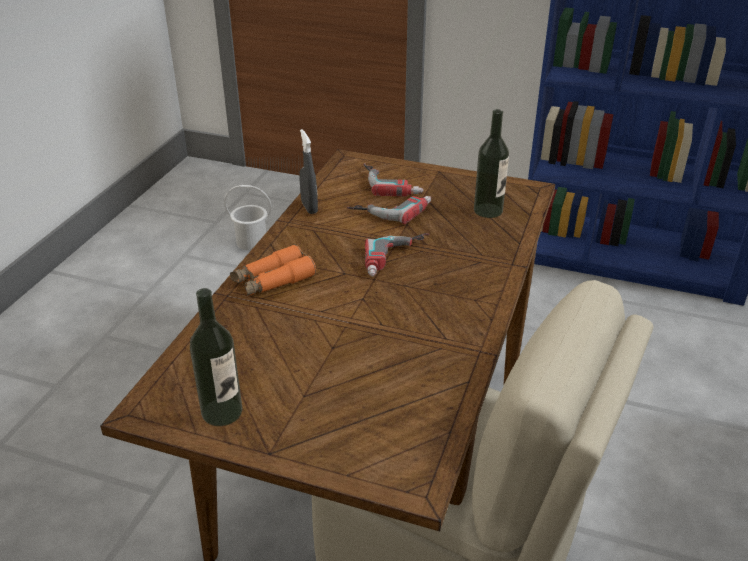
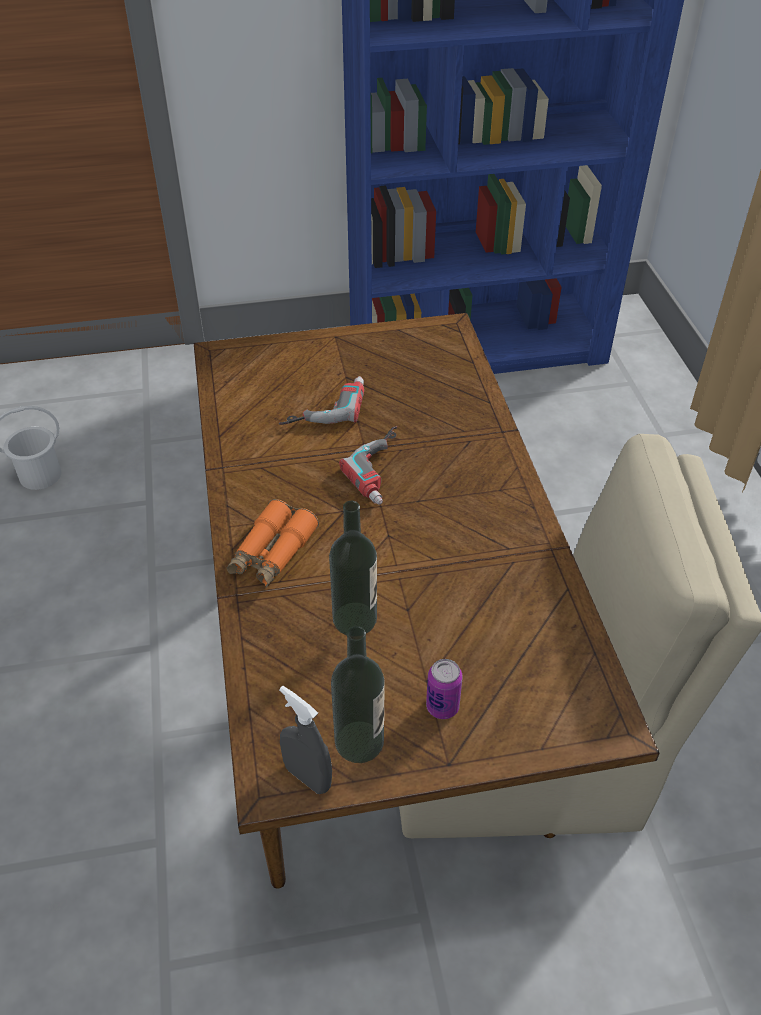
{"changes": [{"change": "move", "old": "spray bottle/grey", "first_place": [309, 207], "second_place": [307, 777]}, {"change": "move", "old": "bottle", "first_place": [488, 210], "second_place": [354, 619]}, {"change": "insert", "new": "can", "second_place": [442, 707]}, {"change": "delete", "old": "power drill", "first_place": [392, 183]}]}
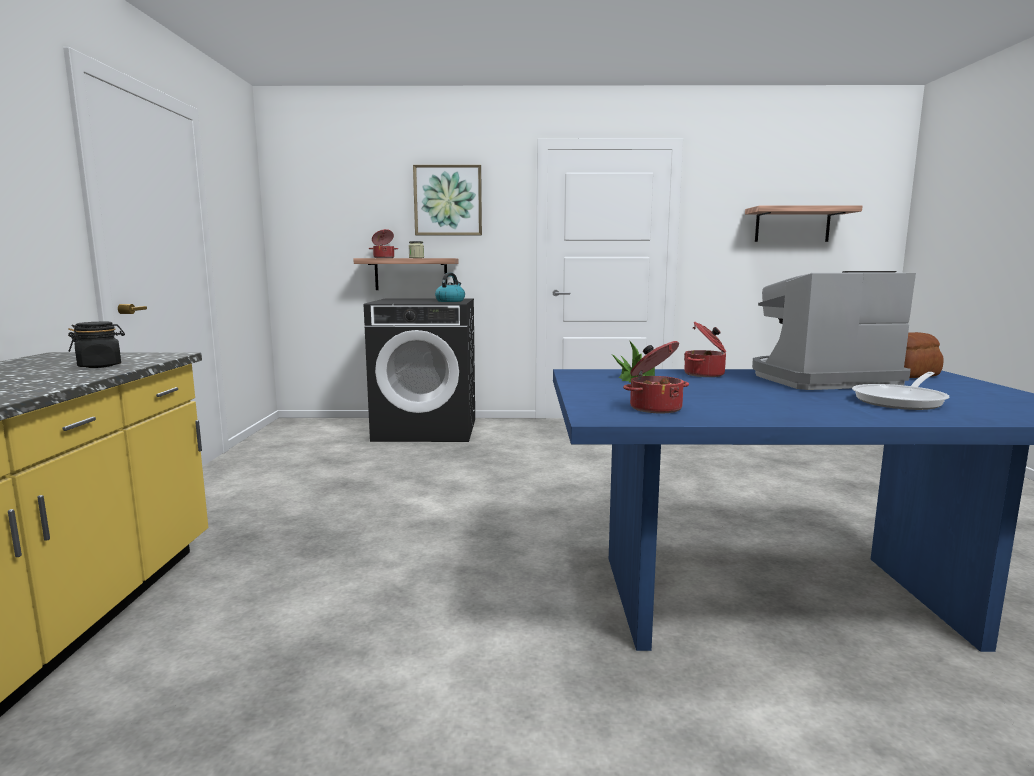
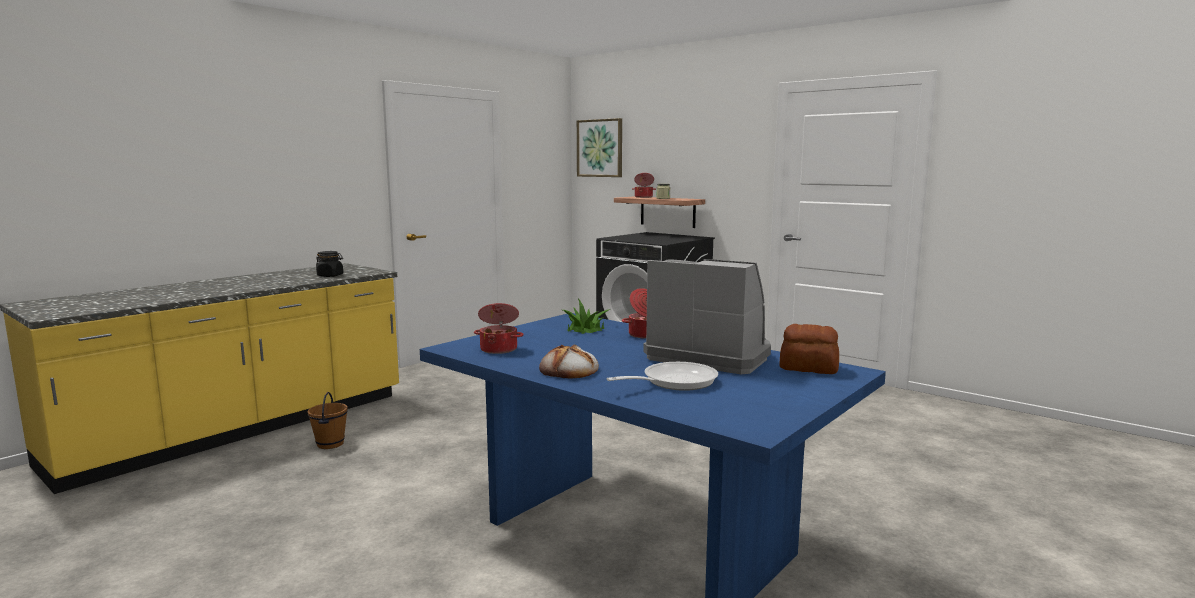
{"changes": [{"change": "insert", "new": "bucket/brown", "second_place": [330, 444]}, {"change": "insert", "new": "bread", "second_place": [569, 371]}, {"change": "move", "old": "picture", "first_place": [448, 200], "second_place": [600, 148]}, {"change": "rotate", "old": "frying pan", "first_place": [902, 401], "second_place": [673, 382], "degrees": 150}, {"change": "delete", "old": "kettle", "first_place": [450, 301]}, {"change": "delete", "old": "shelf", "first_place": [792, 225]}]}
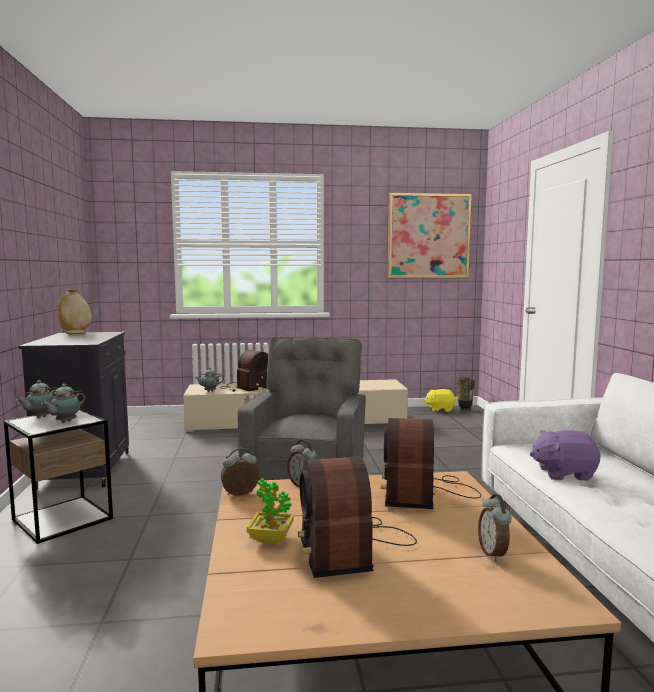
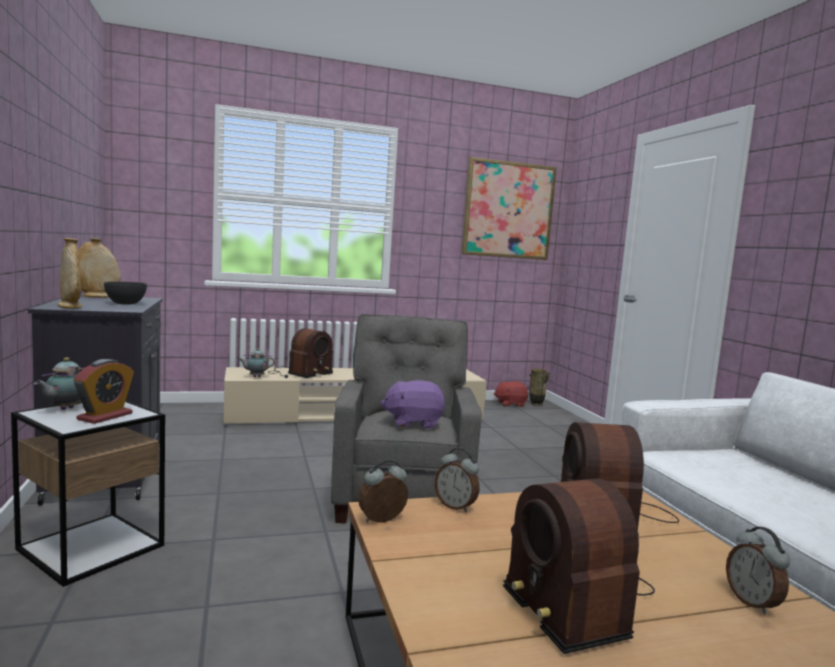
{"changes": [{"change": "insert", "new": "vase/beige", "second_place": [69, 307]}, {"change": "replace", "old": "teapot", "new": "alarm clock", "first_place": [64, 422], "second_place": [105, 416]}, {"change": "insert", "new": "bowl/grey", "second_place": [126, 304]}, {"change": "move", "old": "plush toy/purple", "first_place": [563, 473], "second_place": [413, 423]}, {"change": "recolor", "old": "plush toy/yellow", "new": "plush toy/red", "first_place": [440, 409], "second_place": [510, 404]}, {"change": "delete", "old": "potted plant", "first_place": [271, 539]}]}
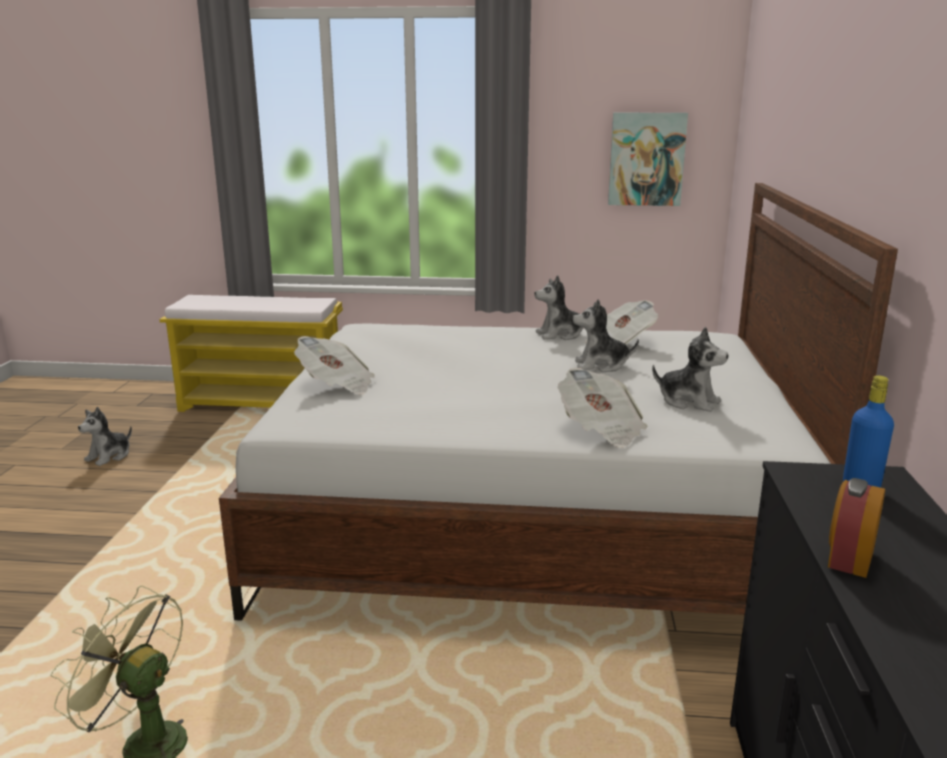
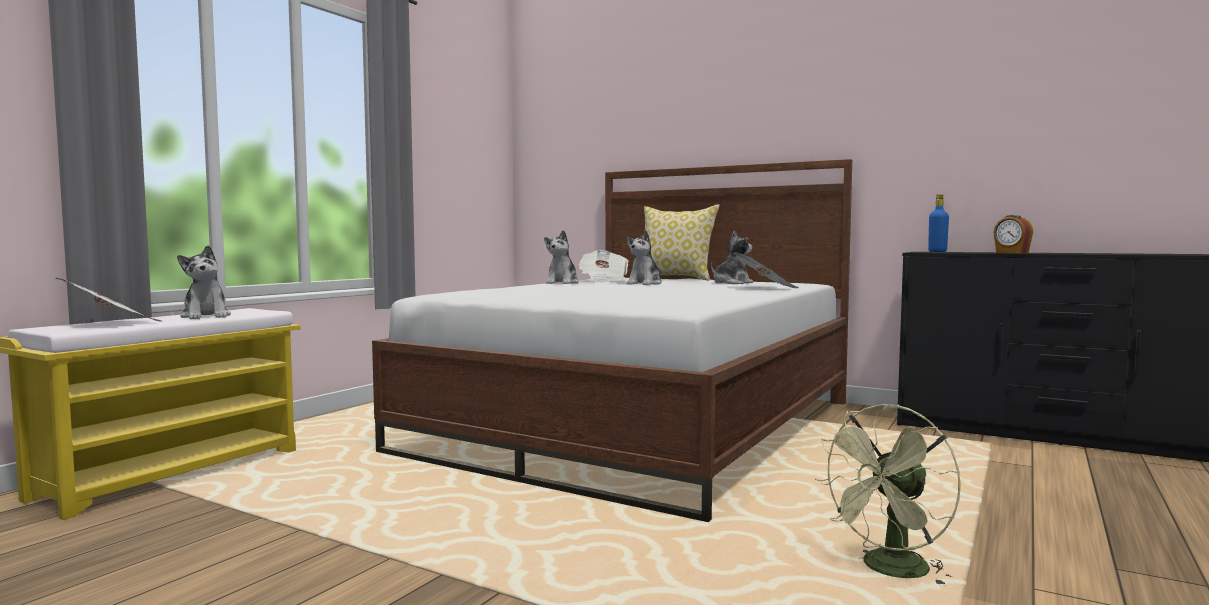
{"changes": [{"change": "move", "old": "newspaper", "first_place": [337, 385], "second_place": [113, 323]}, {"change": "move", "old": "plush toy", "first_place": [109, 456], "second_place": [206, 316]}, {"change": "insert", "new": "pillow", "second_place": [675, 279]}, {"change": "delete", "old": "picture", "first_place": [646, 159]}]}
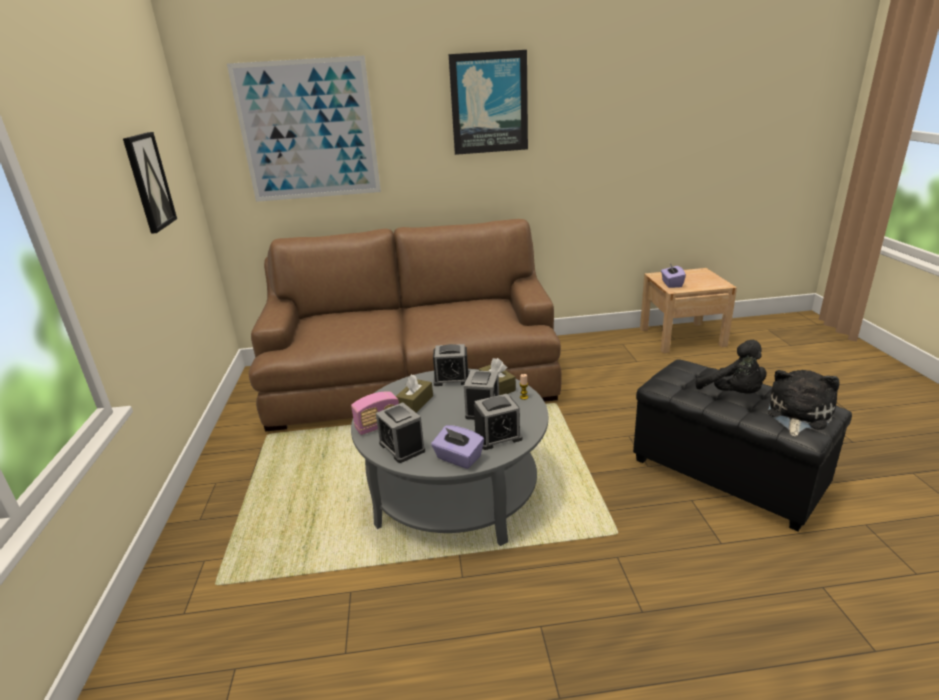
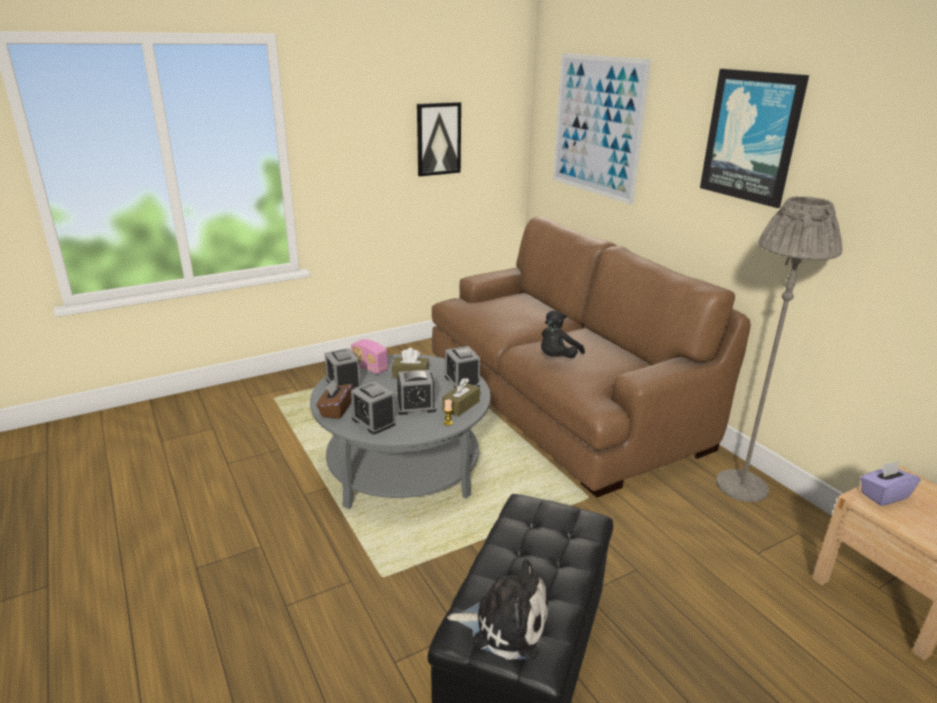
{"changes": [{"change": "recolor", "old": "tissue box/purple", "new": "tissue box/brown", "first_place": [458, 458], "second_place": [336, 410]}, {"change": "rotate", "old": "alarm clock", "first_place": [402, 447], "second_place": [343, 384], "degrees": -60}, {"change": "move", "old": "plush toy/black", "first_place": [734, 394], "second_place": [557, 358]}, {"change": "insert", "new": "floor lamp/grey", "second_place": [741, 486]}]}
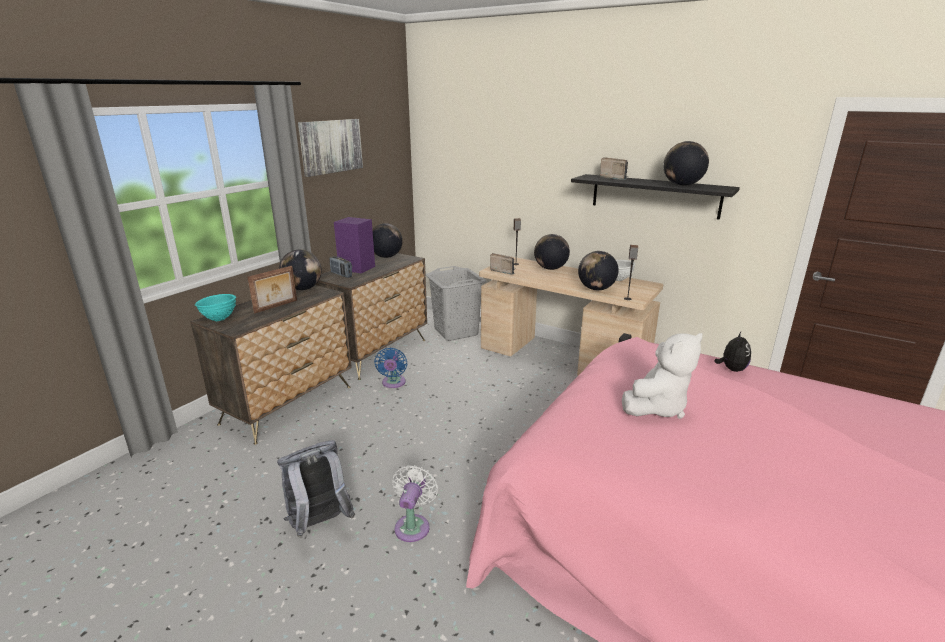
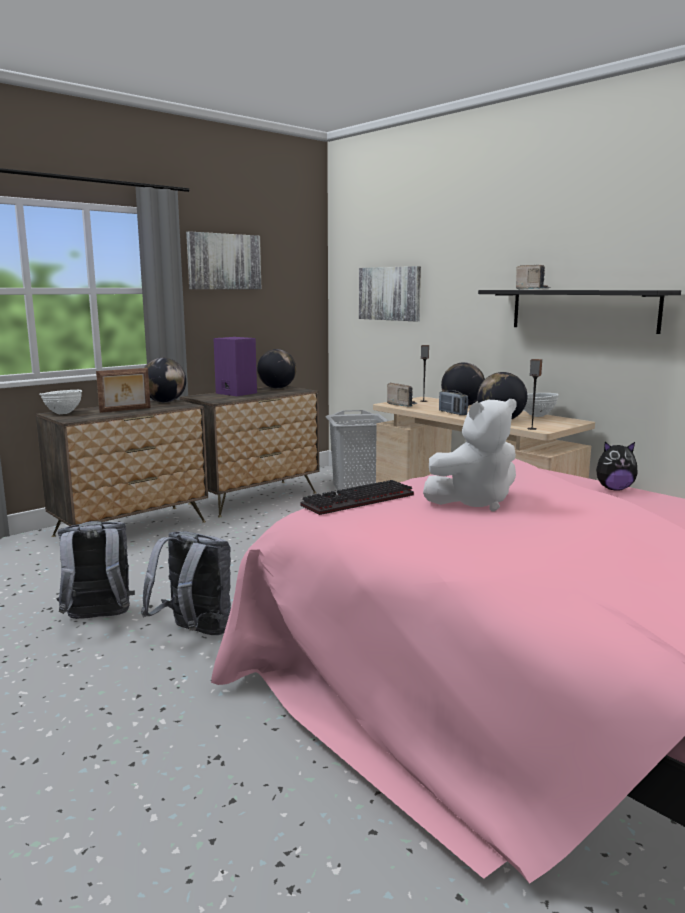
{"changes": [{"change": "recolor", "old": "bowl/turquoise", "new": "bowl/white", "first_place": [219, 319], "second_place": [63, 414]}, {"change": "replace", "old": "fan/white", "new": "backpack/grey", "first_place": [413, 525], "second_place": [194, 633]}, {"change": "insert", "new": "keyboard", "second_place": [358, 501]}, {"change": "insert", "new": "picture", "second_place": [390, 293]}, {"change": "move", "old": "radio", "first_place": [341, 275], "second_place": [452, 413]}, {"change": "rotate", "old": "plush toy", "first_place": [731, 369], "second_place": [614, 489], "degrees": 60}, {"change": "delete", "old": "fan/blue", "first_place": [393, 383]}, {"change": "delete", "old": "globe", "first_place": [682, 185]}]}
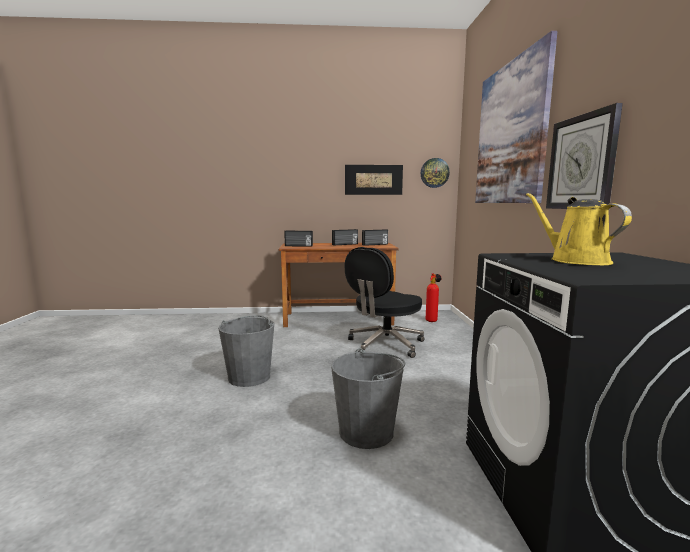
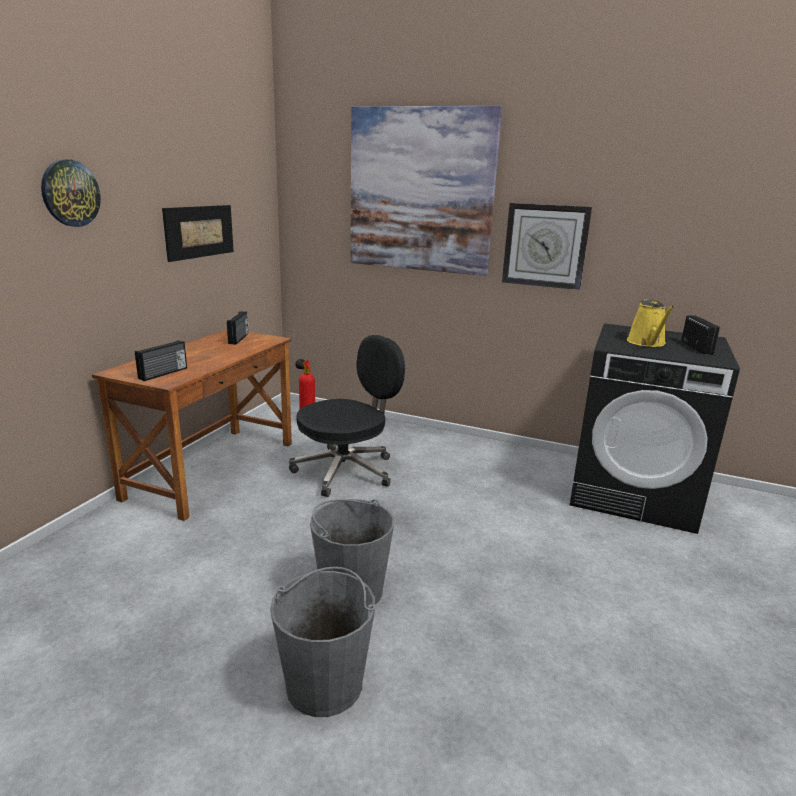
{"changes": [{"change": "move", "old": "wall clock", "first_place": [434, 173], "second_place": [70, 193]}, {"change": "move", "old": "bucket/grey", "first_place": [367, 432], "second_place": [325, 683]}, {"change": "rotate", "old": "office chair/black", "first_place": [384, 345], "second_place": [346, 470], "degrees": -105}, {"change": "rotate", "old": "watering can/yellow", "first_place": [574, 261], "second_place": [647, 343], "degrees": -90}, {"change": "move", "old": "radio", "first_place": [345, 244], "second_place": [697, 347]}]}
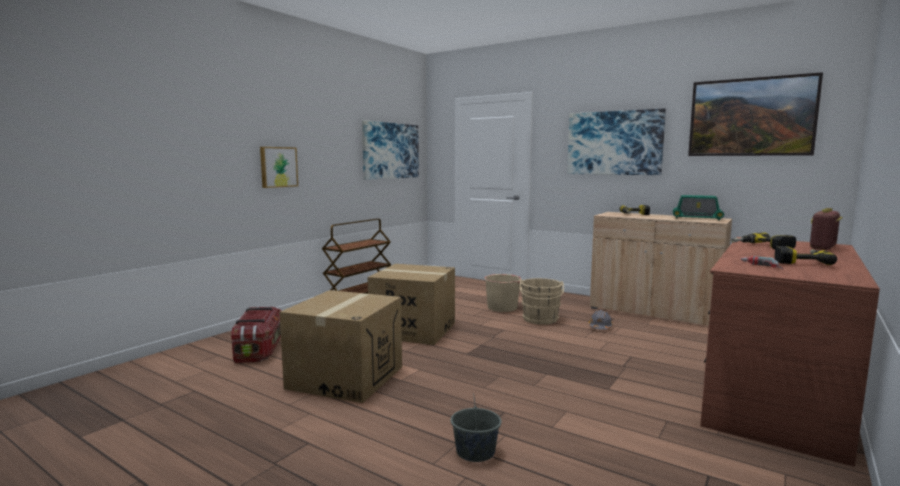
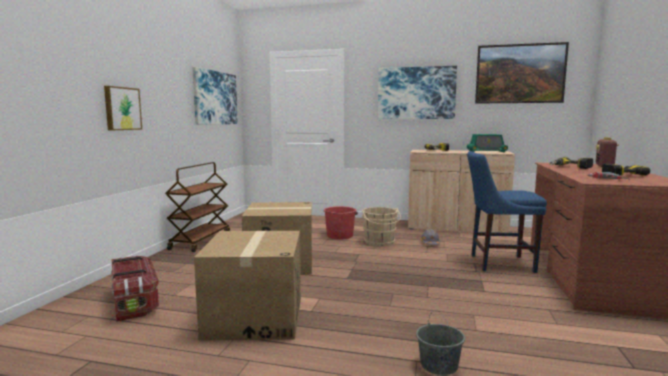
{"changes": [{"change": "recolor", "old": "bucket/beige", "new": "bucket/red", "first_place": [502, 307], "second_place": [340, 235]}, {"change": "insert", "new": "chair/blue", "second_place": [498, 263]}]}
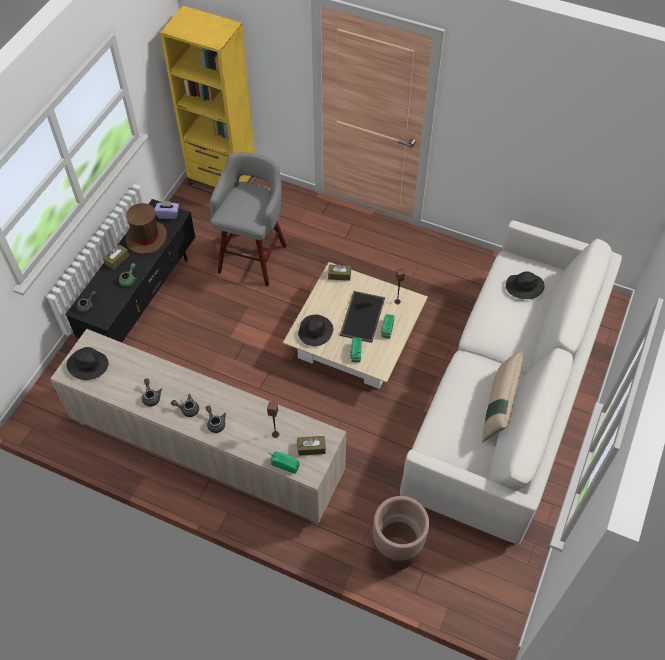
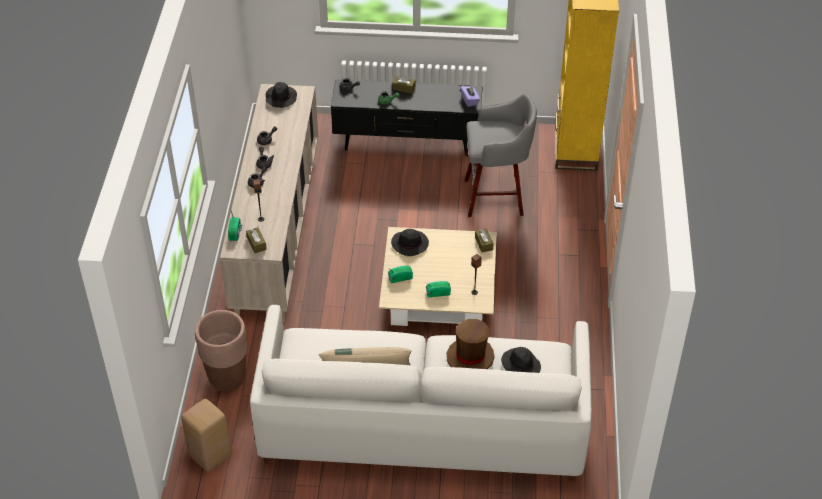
{"changes": [{"change": "insert", "new": "stool/beige", "second_place": [209, 455]}, {"change": "move", "old": "hat/brown", "first_place": [146, 238], "second_place": [470, 357]}, {"change": "delete", "old": "tray", "first_place": [361, 316]}]}
